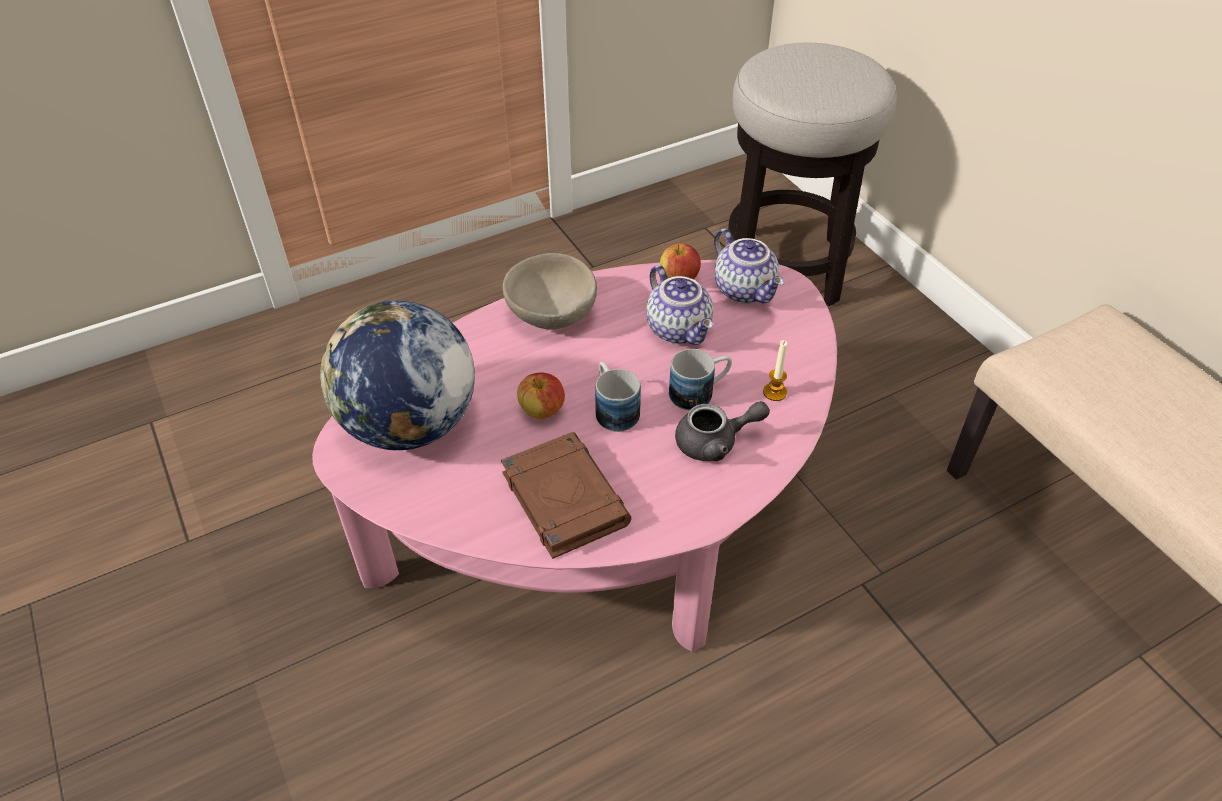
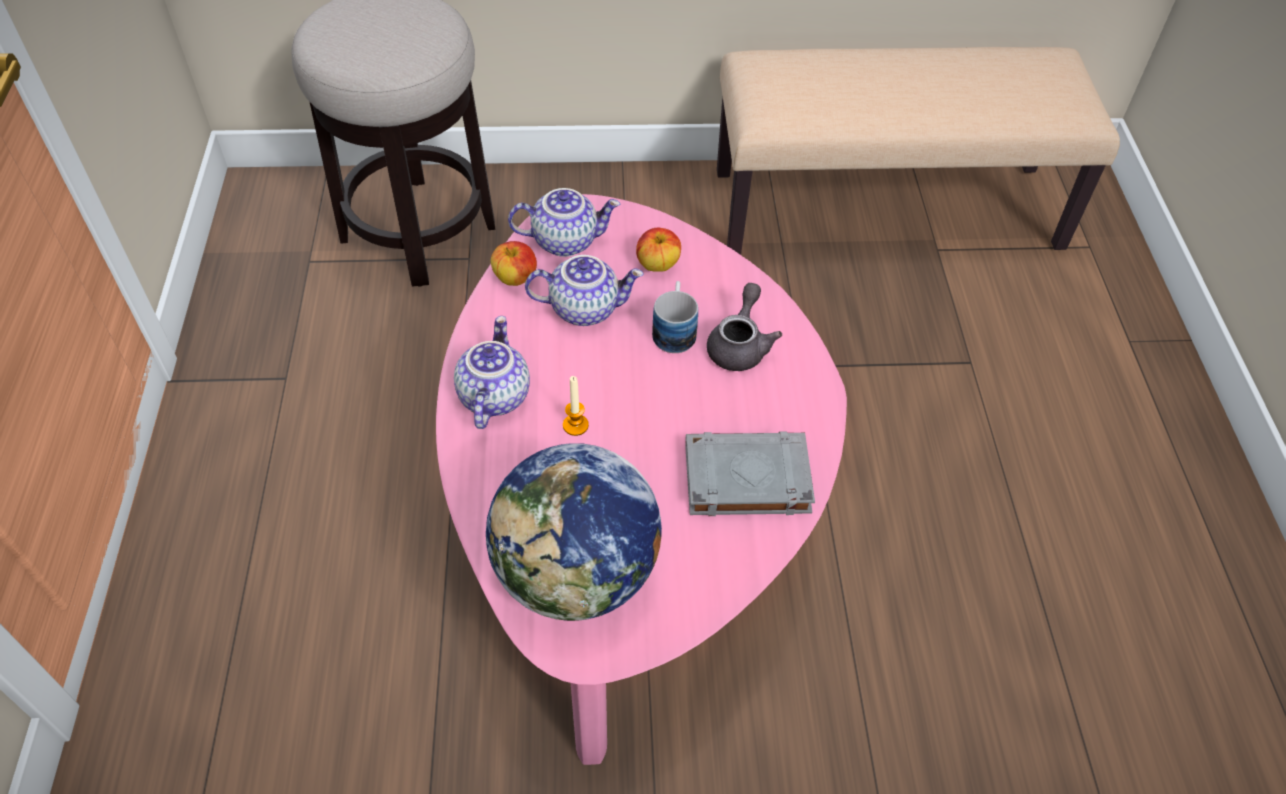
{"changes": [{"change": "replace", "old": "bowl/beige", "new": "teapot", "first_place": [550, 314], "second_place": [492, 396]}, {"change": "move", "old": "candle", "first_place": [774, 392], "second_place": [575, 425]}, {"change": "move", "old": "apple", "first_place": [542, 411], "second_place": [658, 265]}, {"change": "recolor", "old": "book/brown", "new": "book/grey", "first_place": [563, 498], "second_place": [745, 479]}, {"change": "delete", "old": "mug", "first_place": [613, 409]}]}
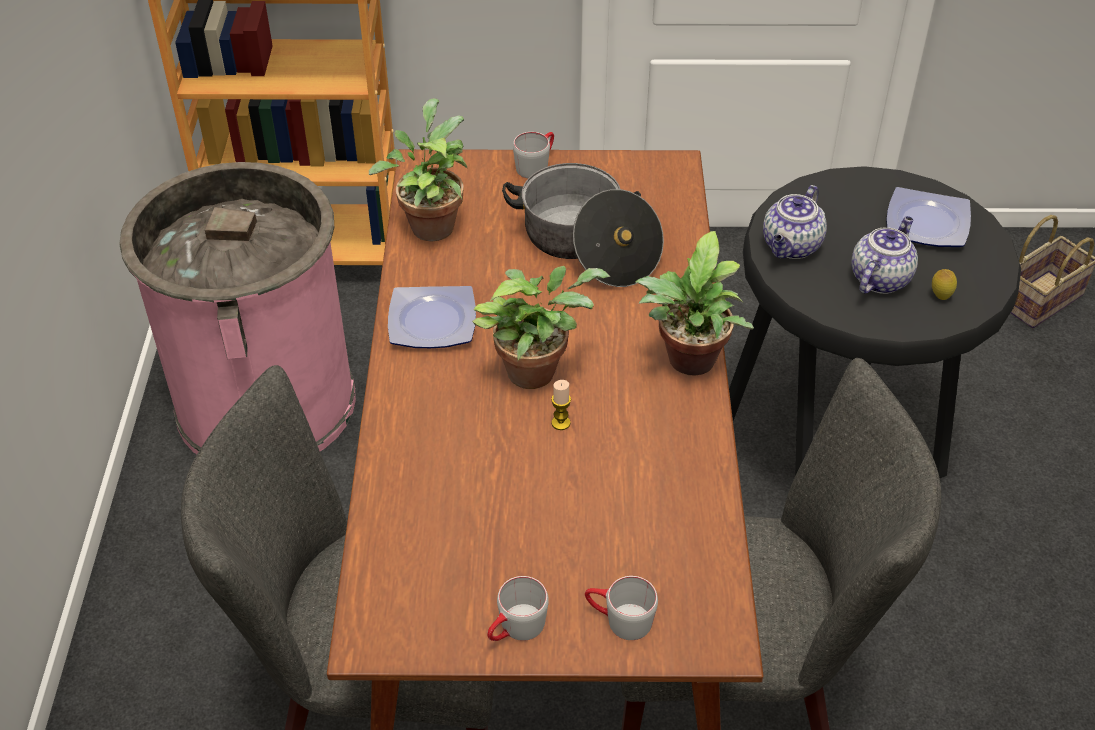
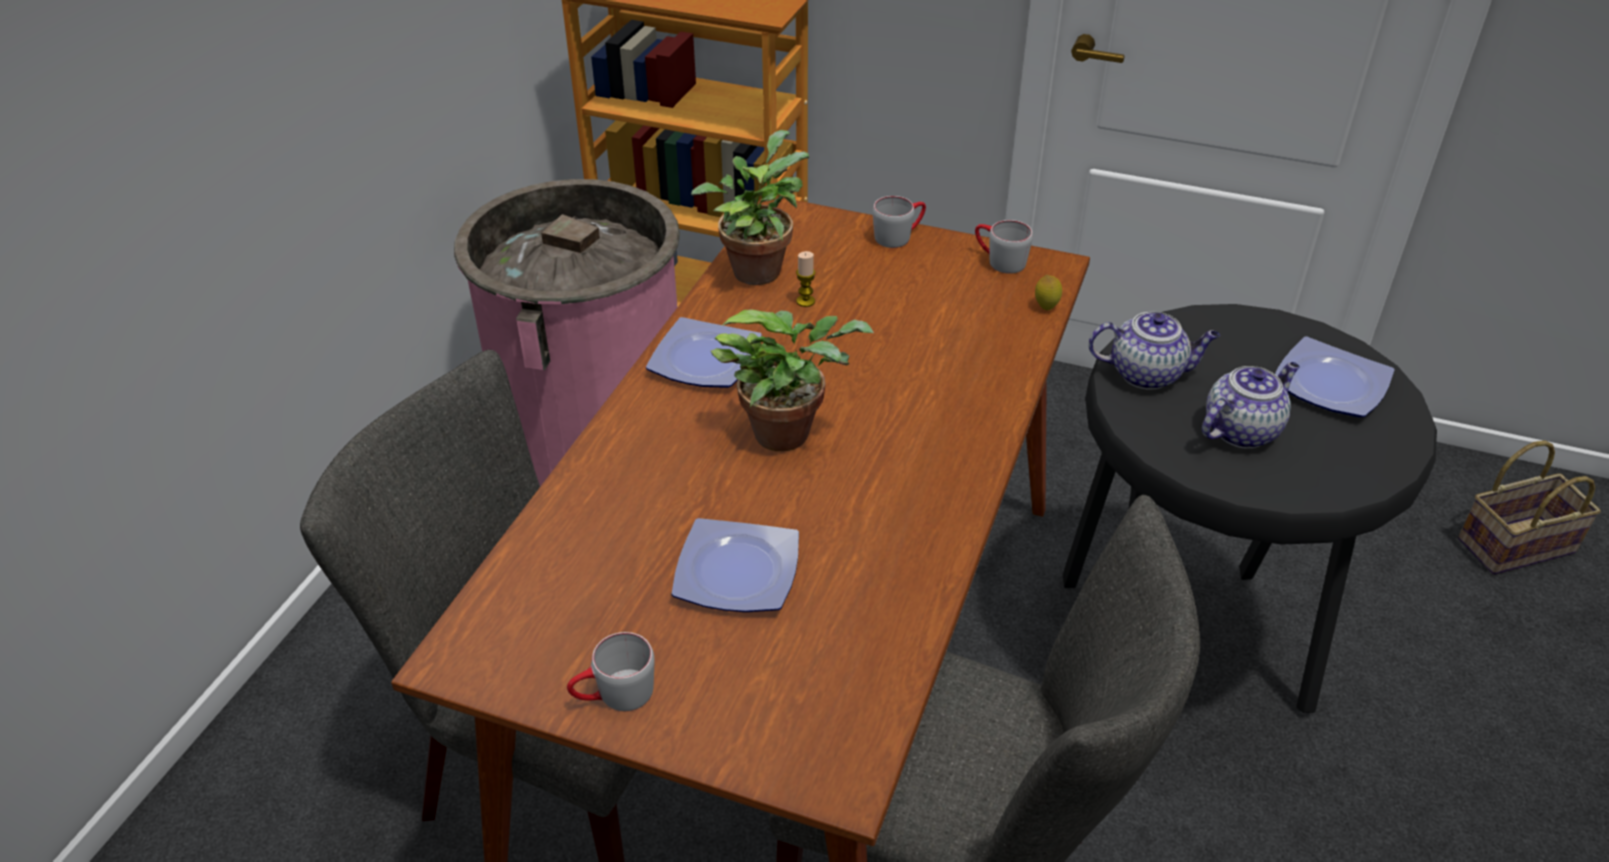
{"changes": [{"change": "insert", "new": "plate", "second_place": [739, 574]}, {"change": "move", "old": "candle", "first_place": [560, 423], "second_place": [805, 301]}, {"change": "move", "old": "mug/grey", "first_place": [619, 620], "second_place": [999, 260]}, {"change": "move", "old": "lemon", "first_place": [940, 296], "second_place": [1046, 307]}, {"change": "rotate", "old": "teapot", "first_place": [791, 247], "second_place": [1147, 374], "degrees": -135}, {"change": "delete", "old": "cooking pot", "first_place": [586, 245]}, {"change": "delete", "old": "potted plant", "first_place": [689, 364]}]}
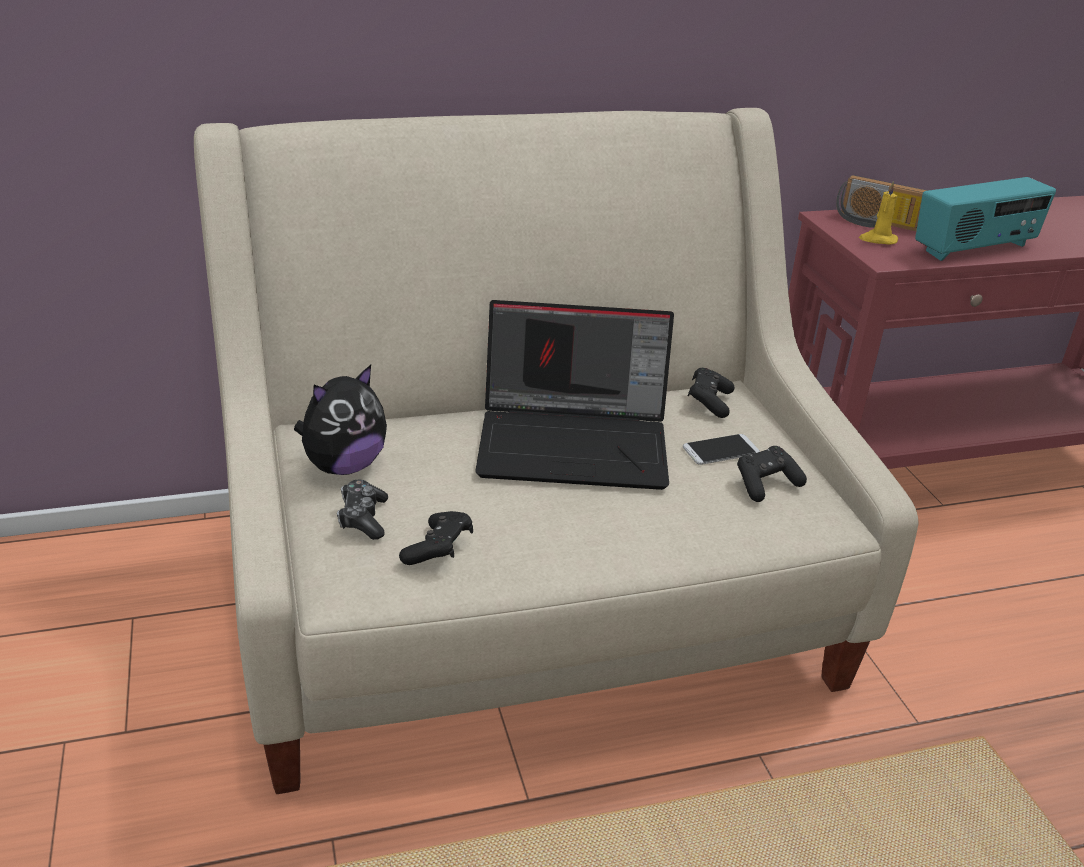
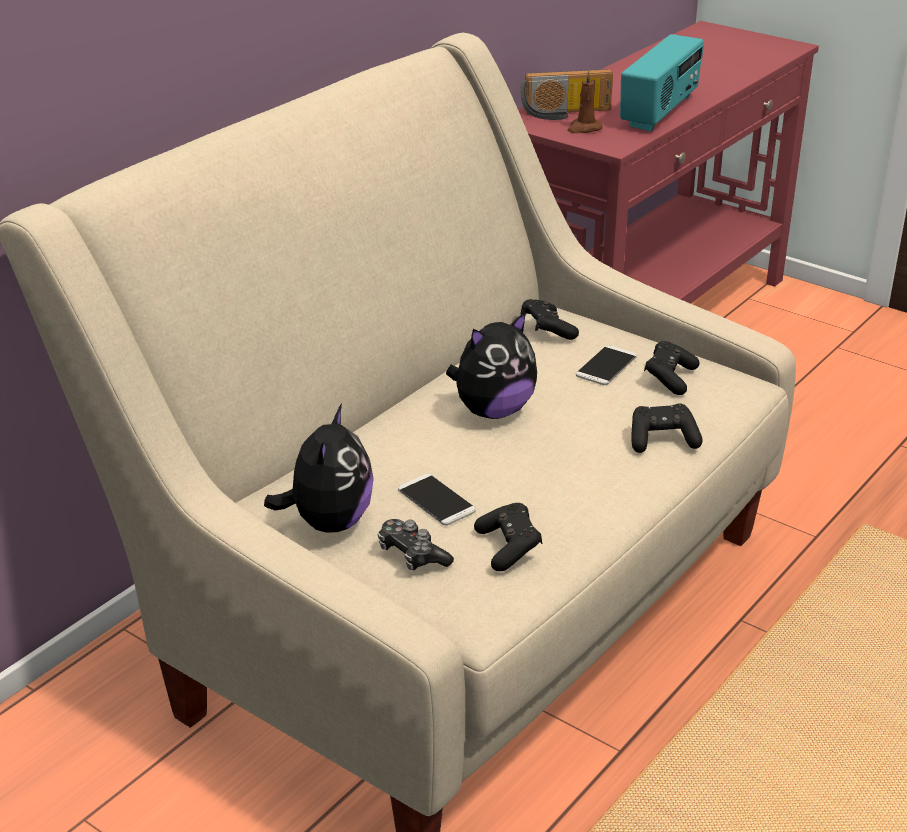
{"changes": [{"change": "insert", "new": "phone", "second_place": [436, 500]}, {"change": "replace", "old": "laptop", "new": "plush toy", "first_place": [576, 443], "second_place": [493, 411]}, {"change": "recolor", "old": "candle/yellow", "new": "candle/brown", "first_place": [877, 240], "second_place": [584, 128]}, {"change": "insert", "new": "game controller/black", "second_place": [662, 440]}]}
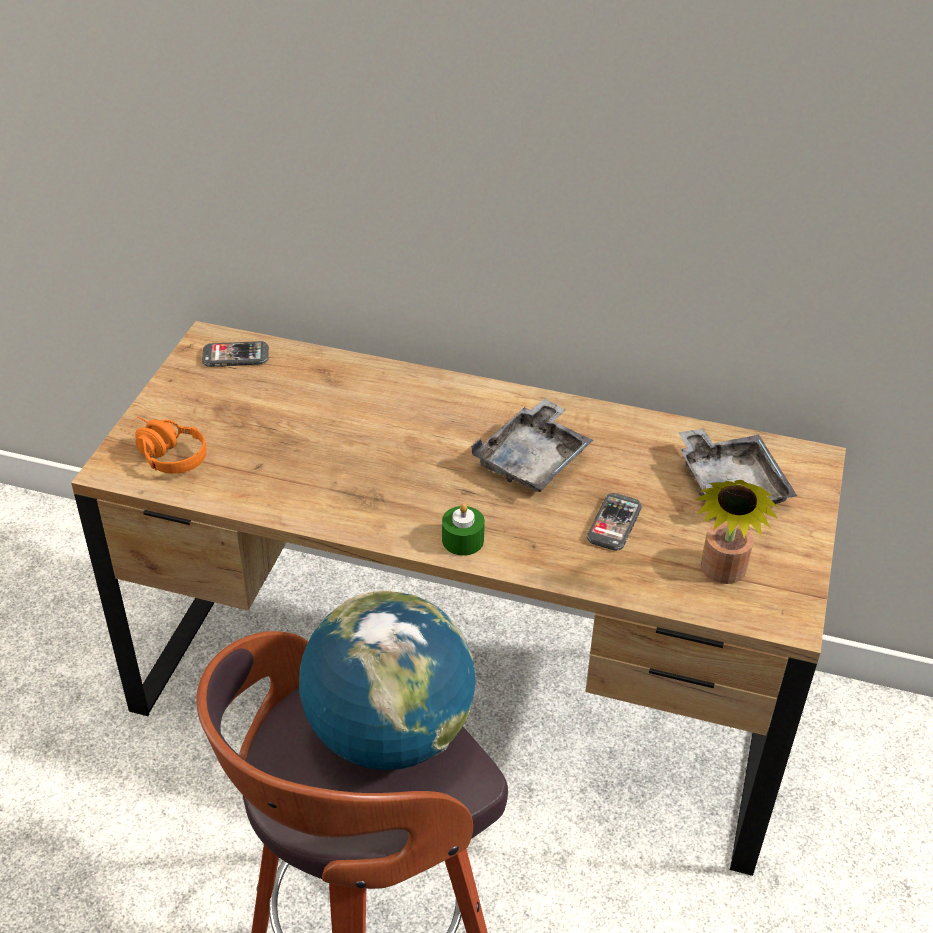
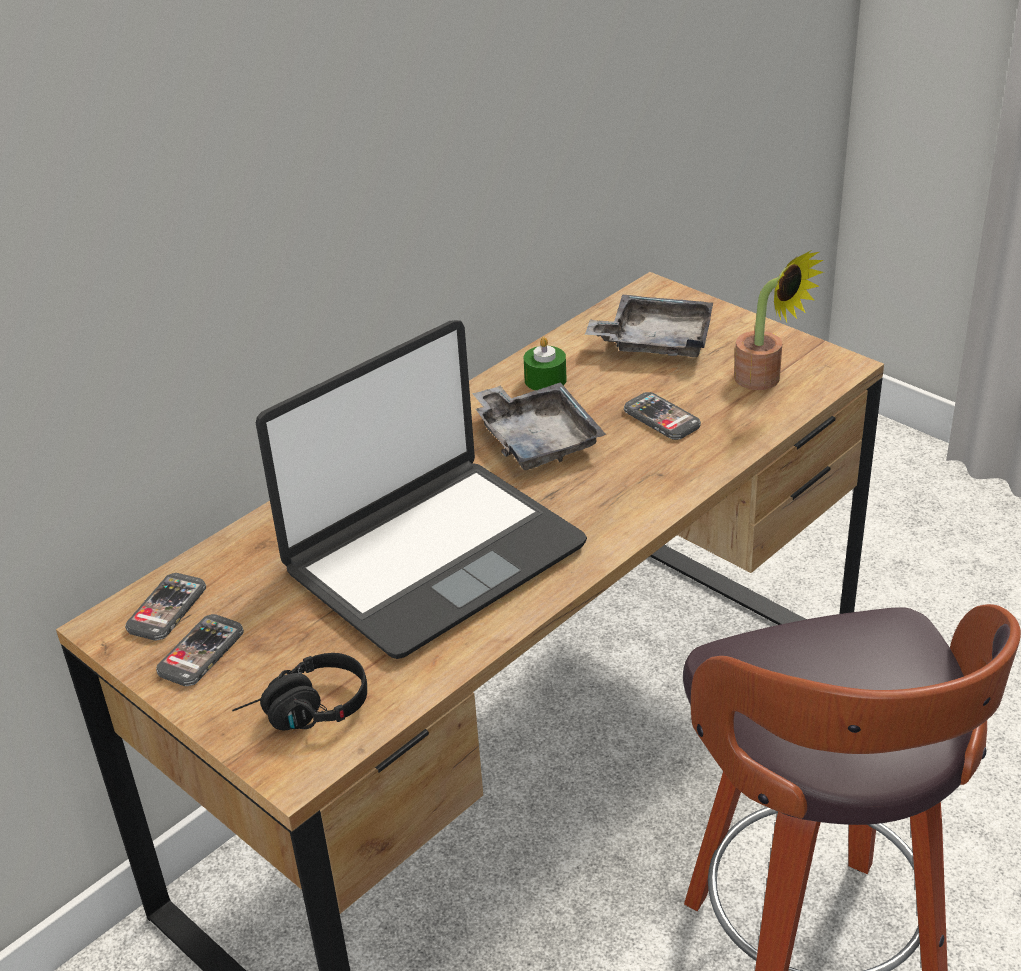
{"changes": [{"change": "insert", "new": "phone", "second_place": [201, 652]}, {"change": "recolor", "old": "headphones/orange", "new": "headphones/black", "first_place": [164, 454], "second_place": [305, 713]}, {"change": "insert", "new": "laptop", "second_place": [432, 557]}, {"change": "move", "old": "candle/green", "first_place": [462, 540], "second_place": [545, 380]}, {"change": "delete", "old": "globe", "first_place": [389, 734]}]}
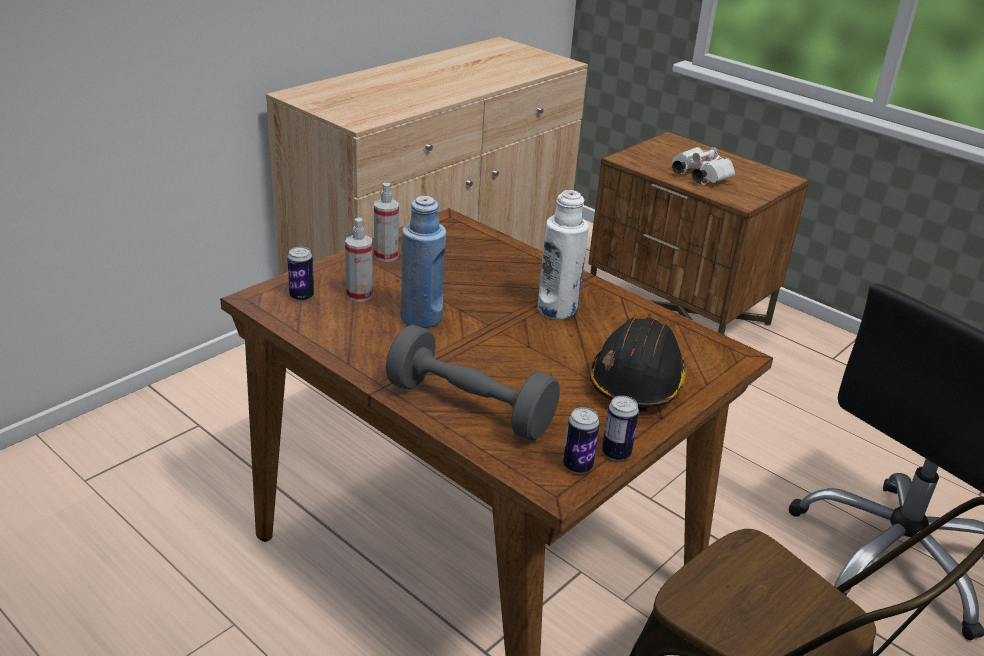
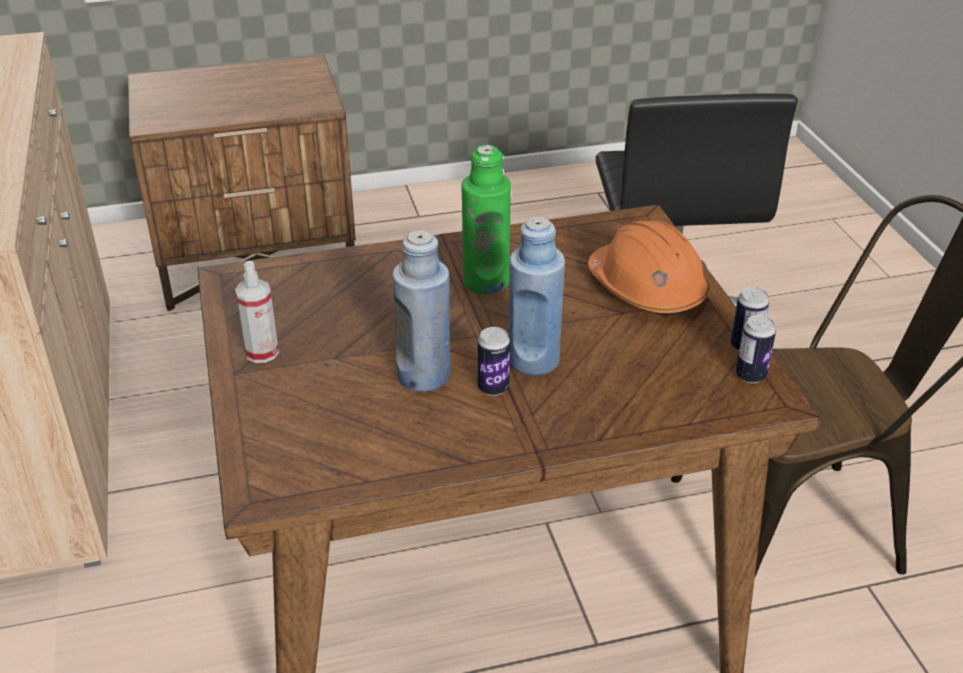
{"changes": [{"change": "recolor", "old": "bottle/white", "new": "bottle/green", "first_place": [557, 309], "second_place": [486, 281]}, {"change": "move", "old": "can", "first_place": [302, 296], "second_place": [493, 388]}, {"change": "insert", "new": "bottle/blue", "second_place": [533, 360]}, {"change": "recolor", "old": "hard hat/black", "new": "hard hat/orange", "first_place": [637, 383], "second_place": [647, 289]}, {"change": "delete", "old": "spray bottle", "first_place": [359, 295]}, {"change": "delete", "old": "dumbbell/grey", "first_place": [470, 407]}, {"change": "delete", "old": "binoculars/white", "first_place": [698, 176]}]}
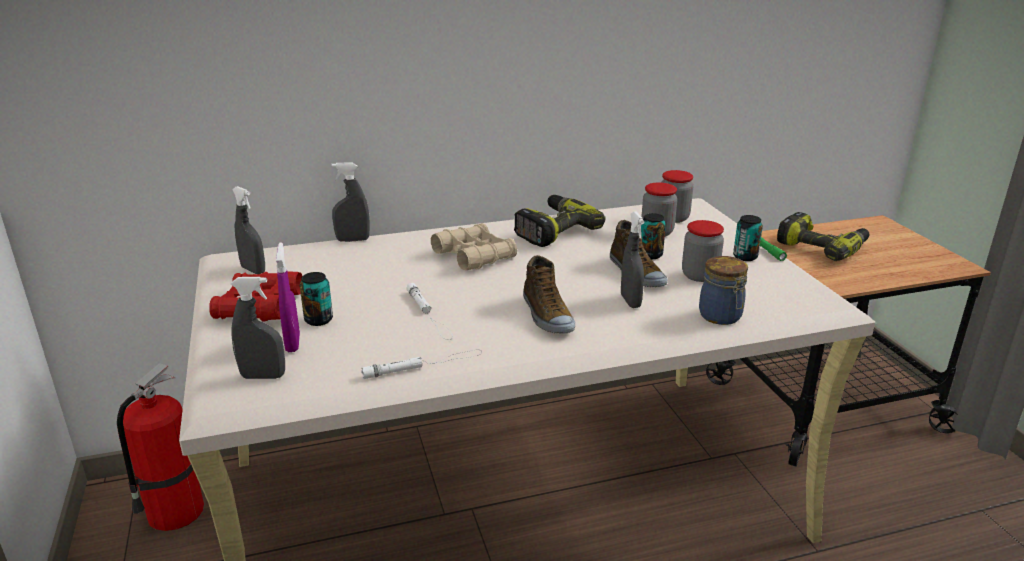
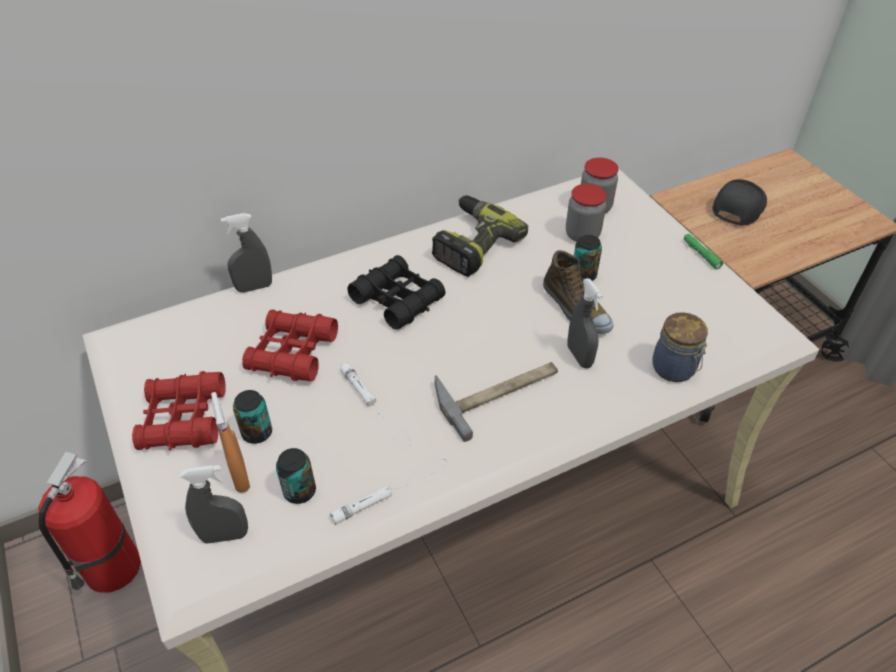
{"changes": [{"change": "recolor", "old": "spray bottle/purple", "new": "spray bottle/orange", "first_place": [292, 343], "second_place": [240, 476]}, {"change": "insert", "new": "binoculars/red", "second_place": [292, 353]}, {"change": "move", "old": "can", "first_place": [745, 257], "second_place": [299, 491]}, {"change": "recolor", "old": "binoculars/beige", "new": "binoculars/black", "first_place": [474, 256], "second_place": [397, 299]}, {"change": "replace", "old": "shoe", "new": "hammer", "first_place": [546, 315], "second_place": [499, 391]}, {"change": "replace", "old": "power drill", "new": "cap/black", "first_place": [822, 247], "second_place": [737, 207]}, {"change": "delete", "old": "spray bottle/grey", "first_place": [253, 270]}, {"change": "delete", "old": "jar", "first_place": [699, 275]}]}
